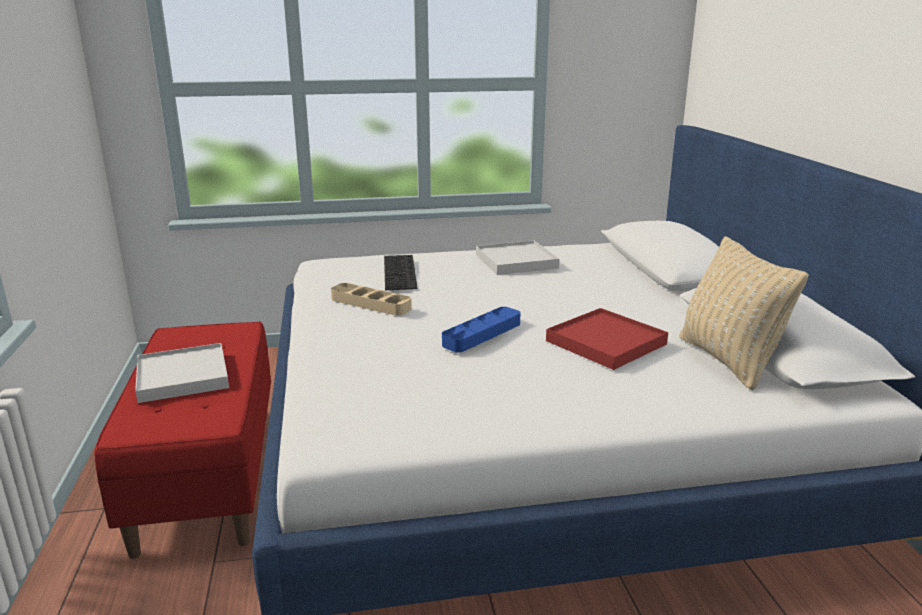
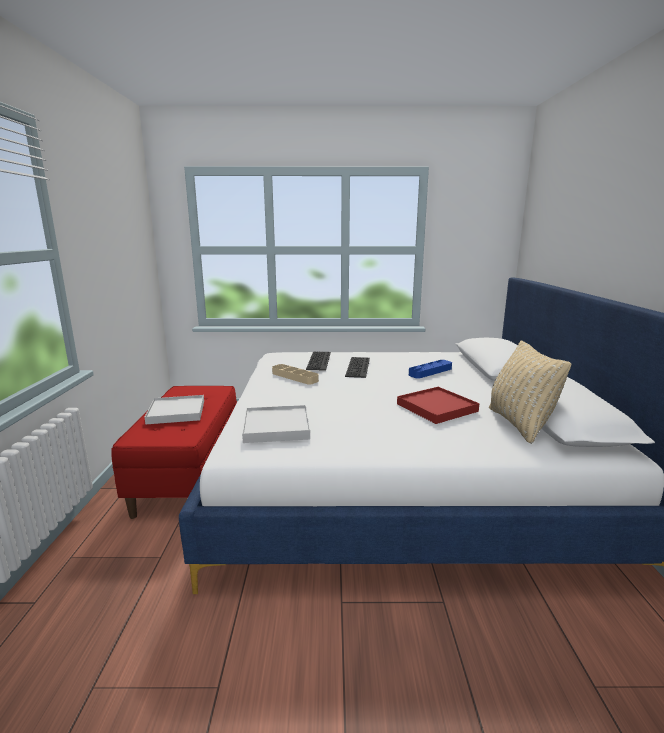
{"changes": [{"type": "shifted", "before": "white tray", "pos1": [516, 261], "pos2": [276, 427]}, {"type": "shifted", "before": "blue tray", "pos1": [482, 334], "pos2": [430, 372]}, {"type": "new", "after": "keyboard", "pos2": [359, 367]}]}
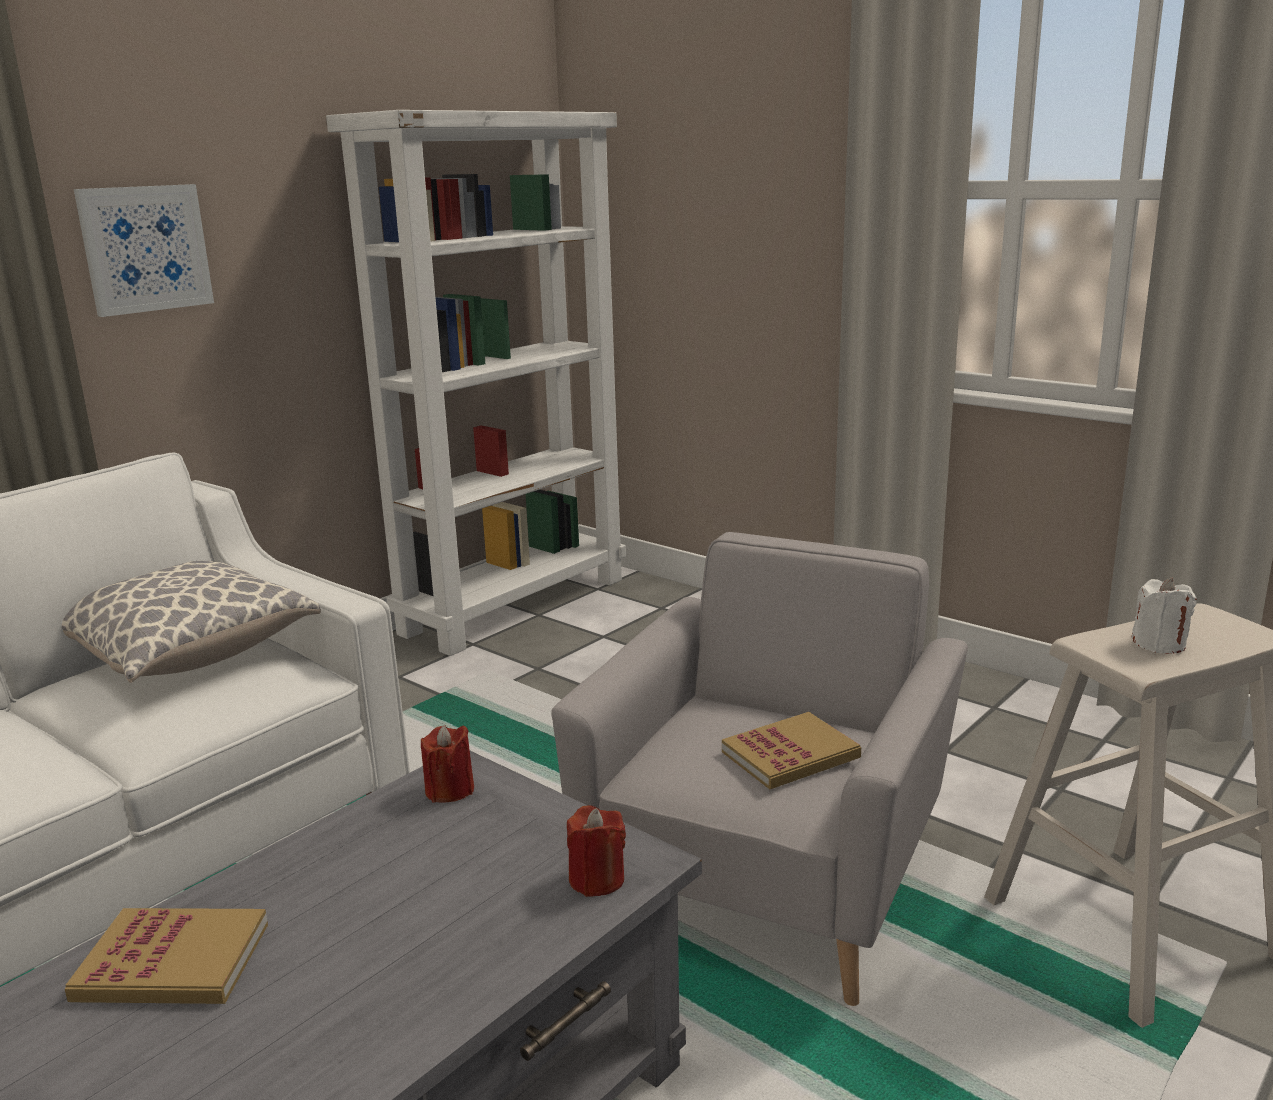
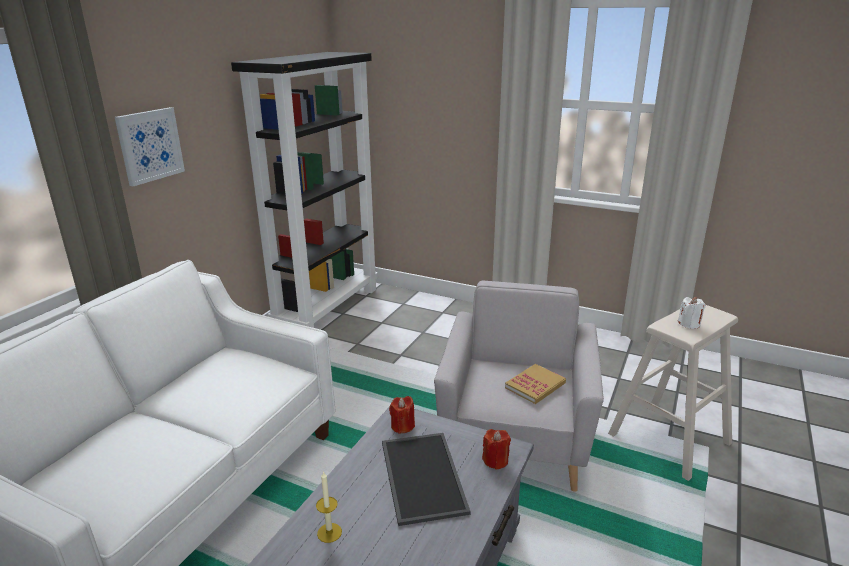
{"changes": [{"type": "repainted", "before": "white bookcase", "after": "black bookcase", "pos1": [515, 605], "pos2": [327, 309]}, {"type": "gone", "before": "pillow", "pos1": [191, 655]}, {"type": "swapped", "before": "book", "after": "candle", "pos1": [172, 962], "pos2": [329, 532]}, {"type": "new", "after": "tray", "pos2": [420, 476]}]}
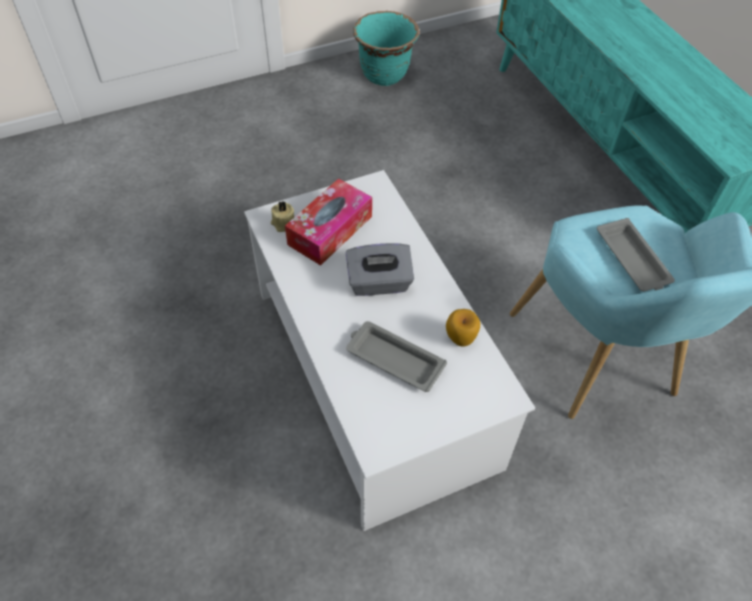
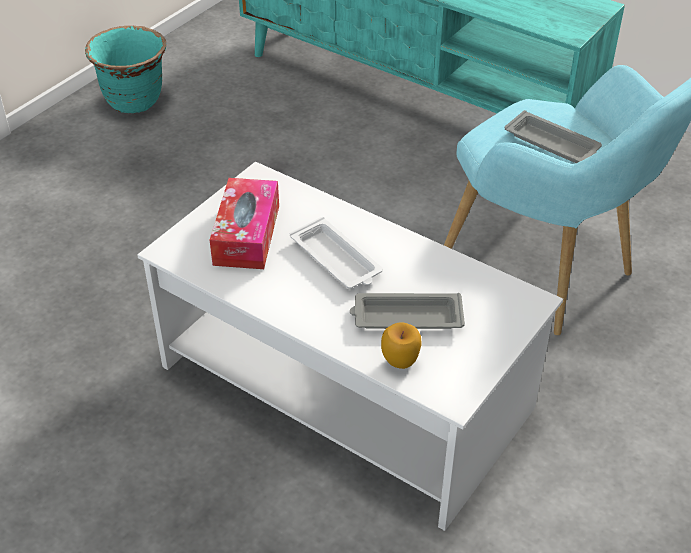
{"changes": [{"type": "gone", "before": "beige candle", "pos1": [283, 223]}, {"type": "swapped", "before": "grey tissue box", "after": "white tray", "pos1": [379, 283], "pos2": [337, 260]}, {"type": "shifted", "before": "apple", "pos1": [460, 339], "pos2": [400, 362]}]}
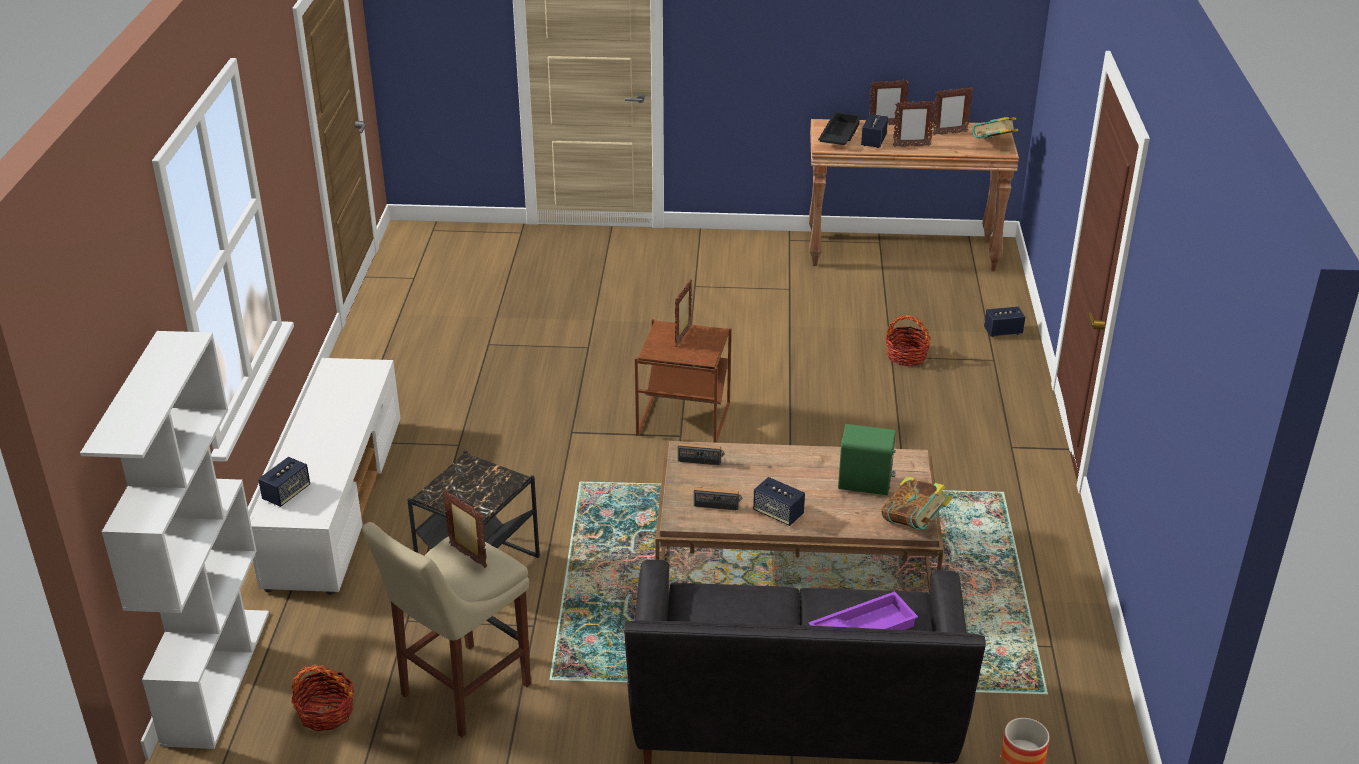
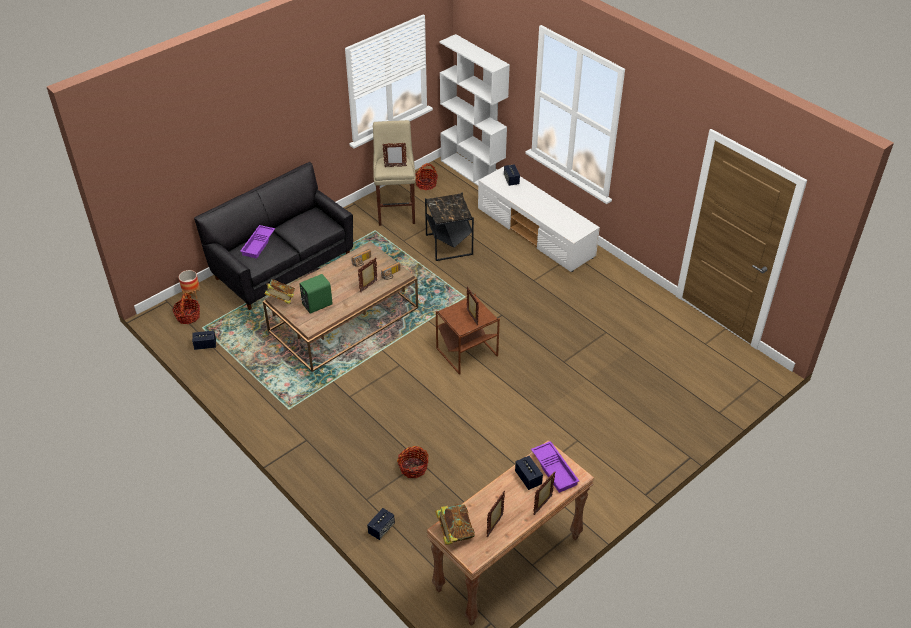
{"changes": [{"type": "shifted", "before": "picture frame", "pos1": [911, 146], "pos2": [369, 286]}, {"type": "repainted", "before": "black tray", "after": "purple tray", "pos1": [838, 135], "pos2": [555, 469]}, {"type": "shifted", "before": "speaker", "pos1": [778, 513], "pos2": [205, 345]}, {"type": "new", "after": "basket", "pos2": [188, 316]}]}
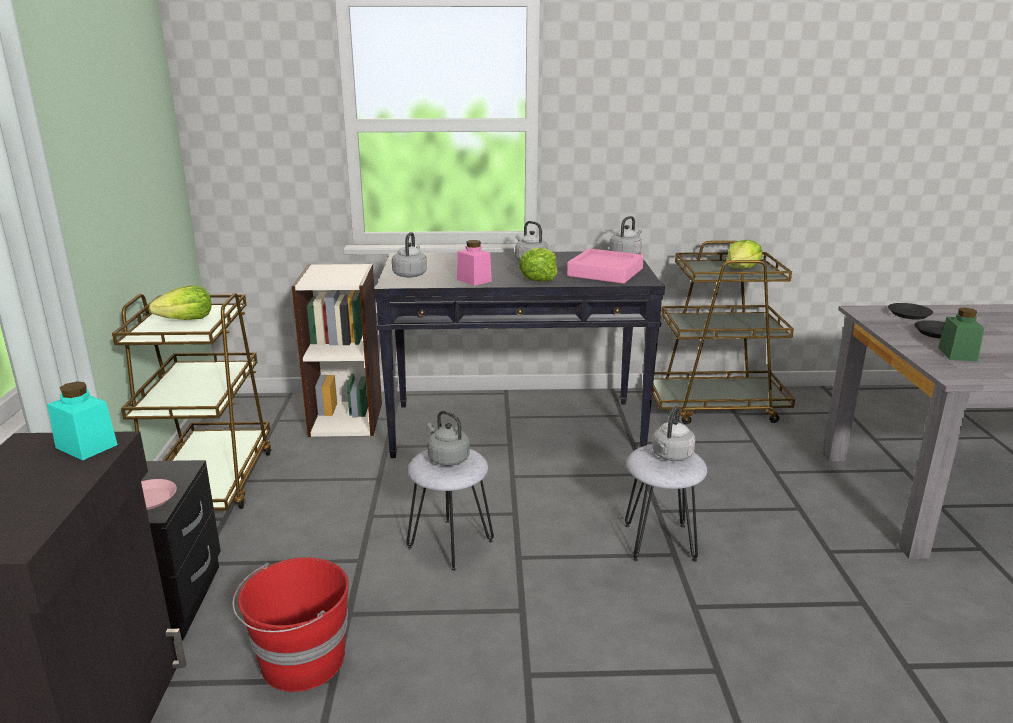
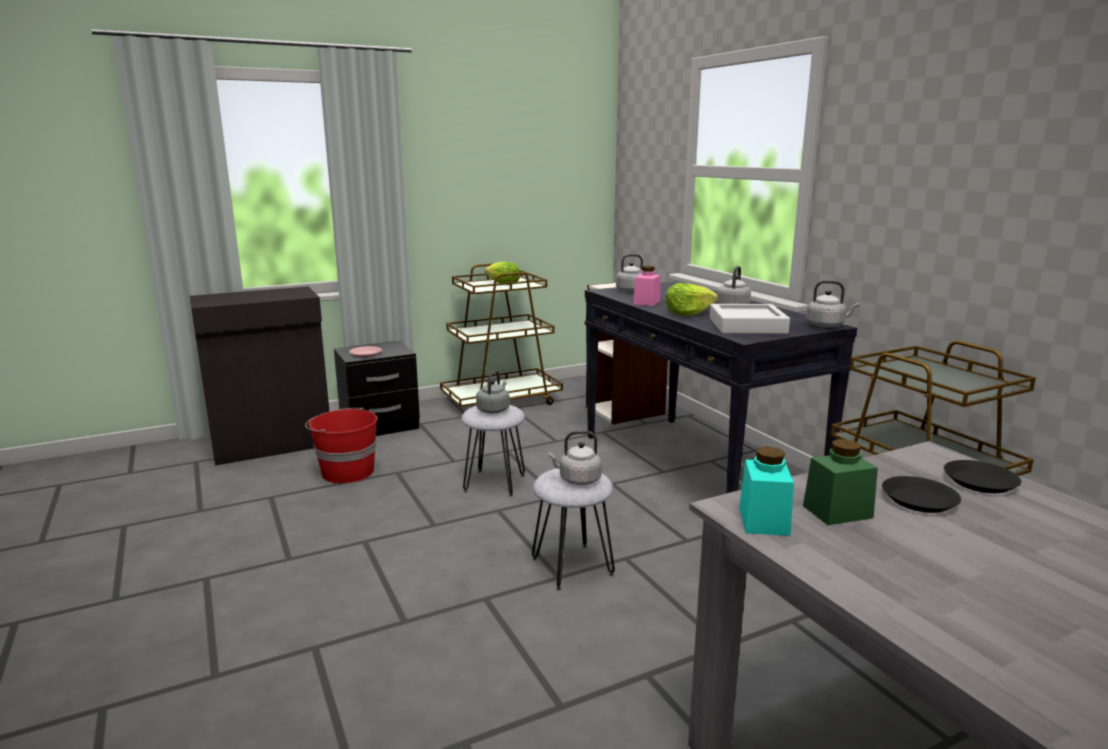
{"changes": [{"type": "gone", "before": "lettuce", "pos1": [741, 269]}, {"type": "repainted", "before": "pink tray", "after": "grey tray", "pos1": [605, 272], "pos2": [747, 326]}, {"type": "shifted", "before": "turquoise jar", "pos1": [86, 446], "pos2": [763, 521]}]}
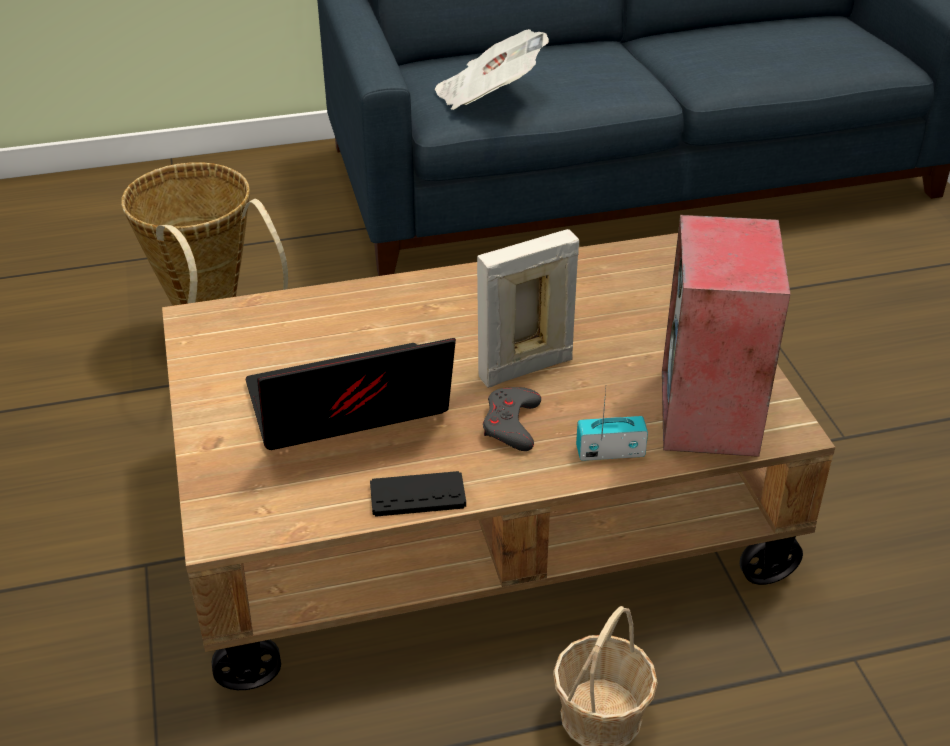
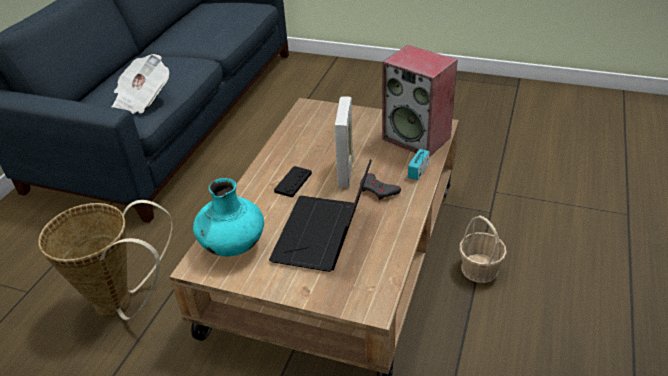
{"changes": [{"type": "shifted", "before": "black game controller", "pos1": [417, 495], "pos2": [293, 182]}, {"type": "new", "after": "turquoise vase", "pos2": [232, 245]}]}
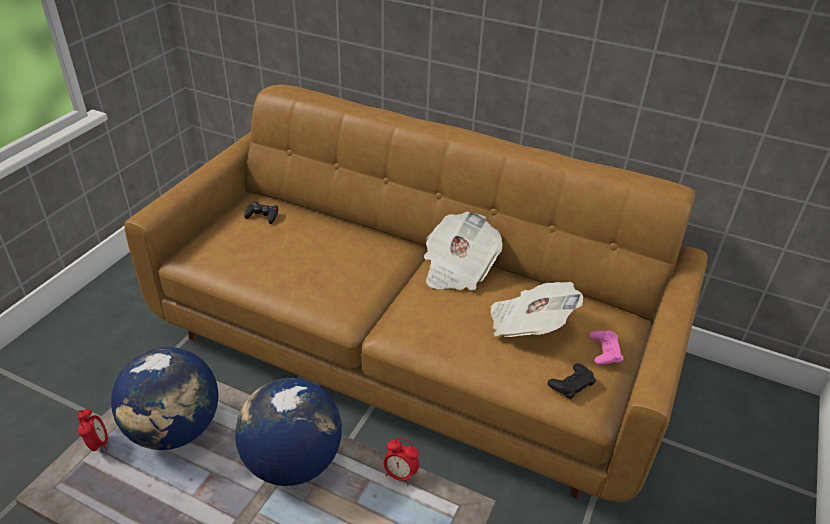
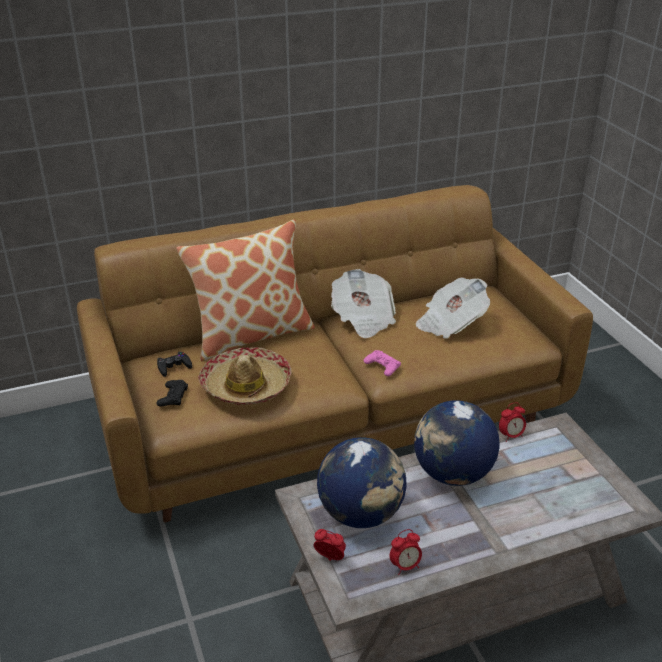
{"changes": [{"type": "shifted", "before": "pink game controller", "pos1": [605, 351], "pos2": [382, 366]}, {"type": "shifted", "before": "black game controller", "pos1": [571, 384], "pos2": [173, 397]}, {"type": "new", "after": "pillow", "pos2": [251, 334]}, {"type": "new", "after": "hat", "pos2": [246, 386]}, {"type": "new", "after": "alarm clock", "pos2": [405, 566]}]}
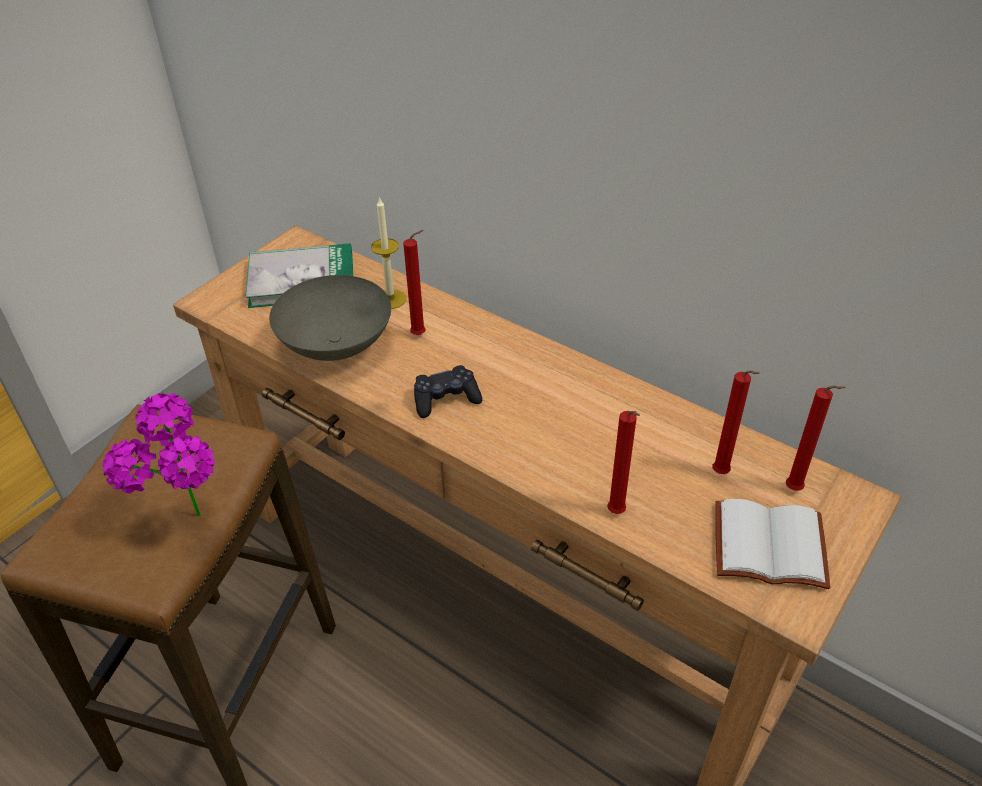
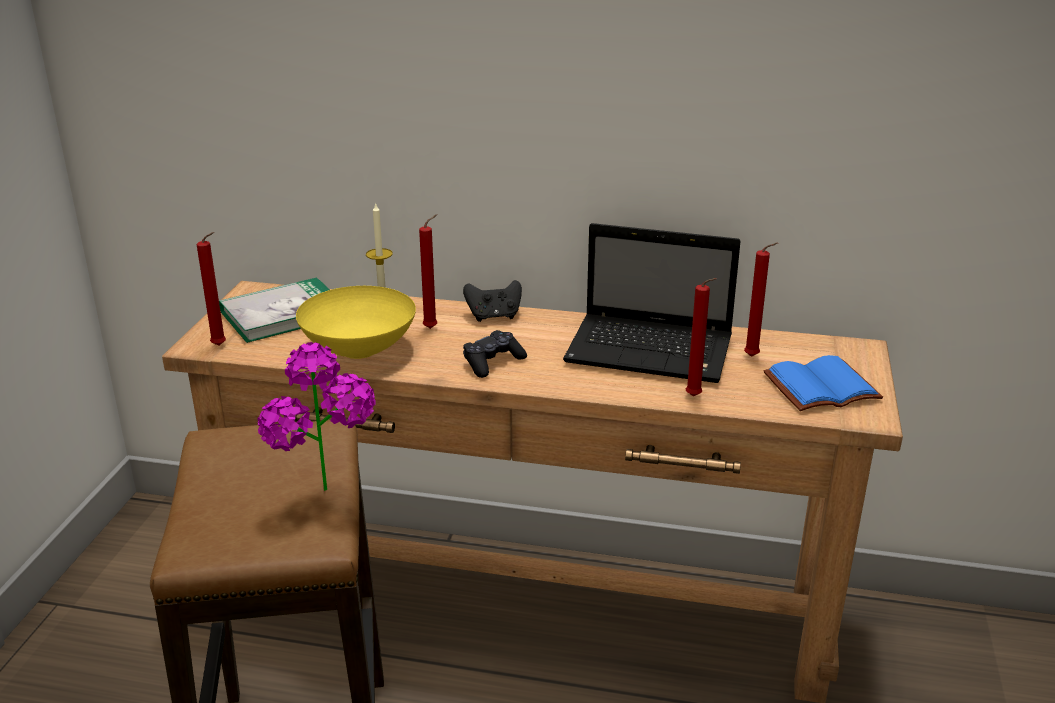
{"changes": [{"type": "repainted", "before": "grey bowl", "after": "yellow bowl", "pos1": [335, 345], "pos2": [358, 350]}, {"type": "shifted", "before": "red candle", "pos1": [796, 490], "pos2": [221, 346]}, {"type": "repainted", "before": "white book", "after": "blue book", "pos1": [767, 548], "pos2": [821, 389]}, {"type": "new", "after": "laptop", "pos2": [653, 351]}, {"type": "new", "after": "black game controller", "pos2": [494, 316]}]}
